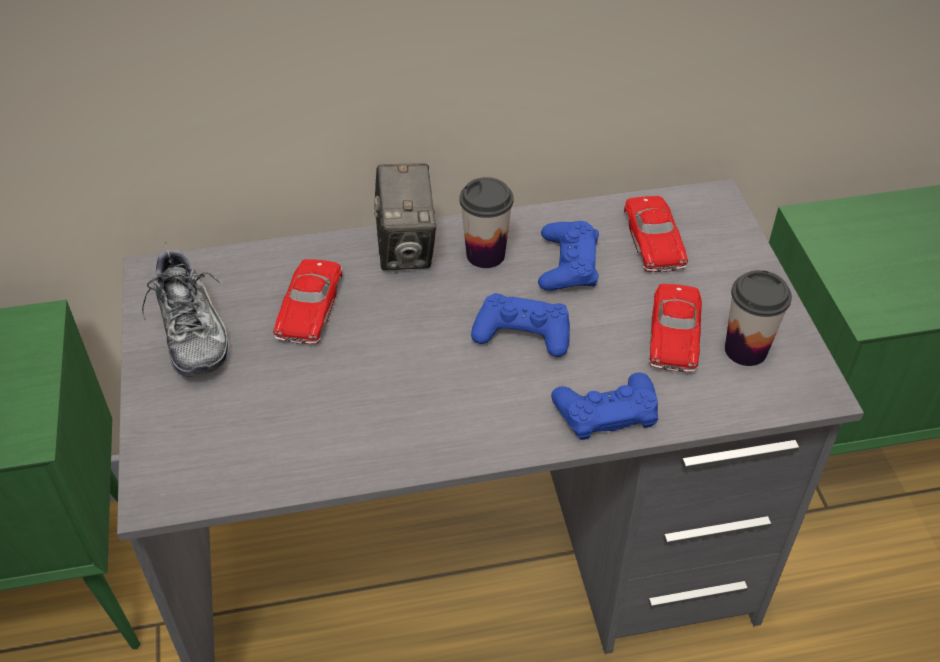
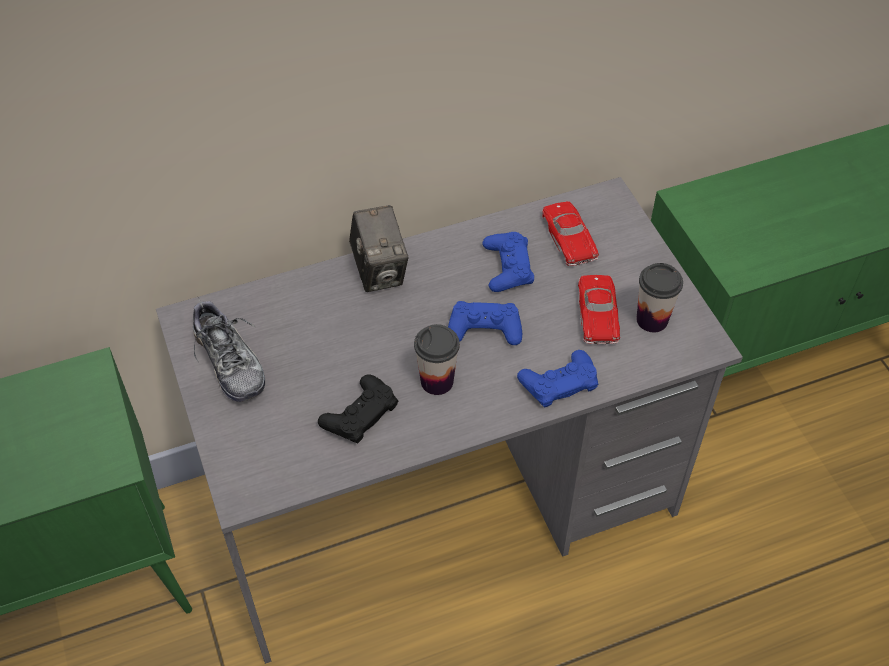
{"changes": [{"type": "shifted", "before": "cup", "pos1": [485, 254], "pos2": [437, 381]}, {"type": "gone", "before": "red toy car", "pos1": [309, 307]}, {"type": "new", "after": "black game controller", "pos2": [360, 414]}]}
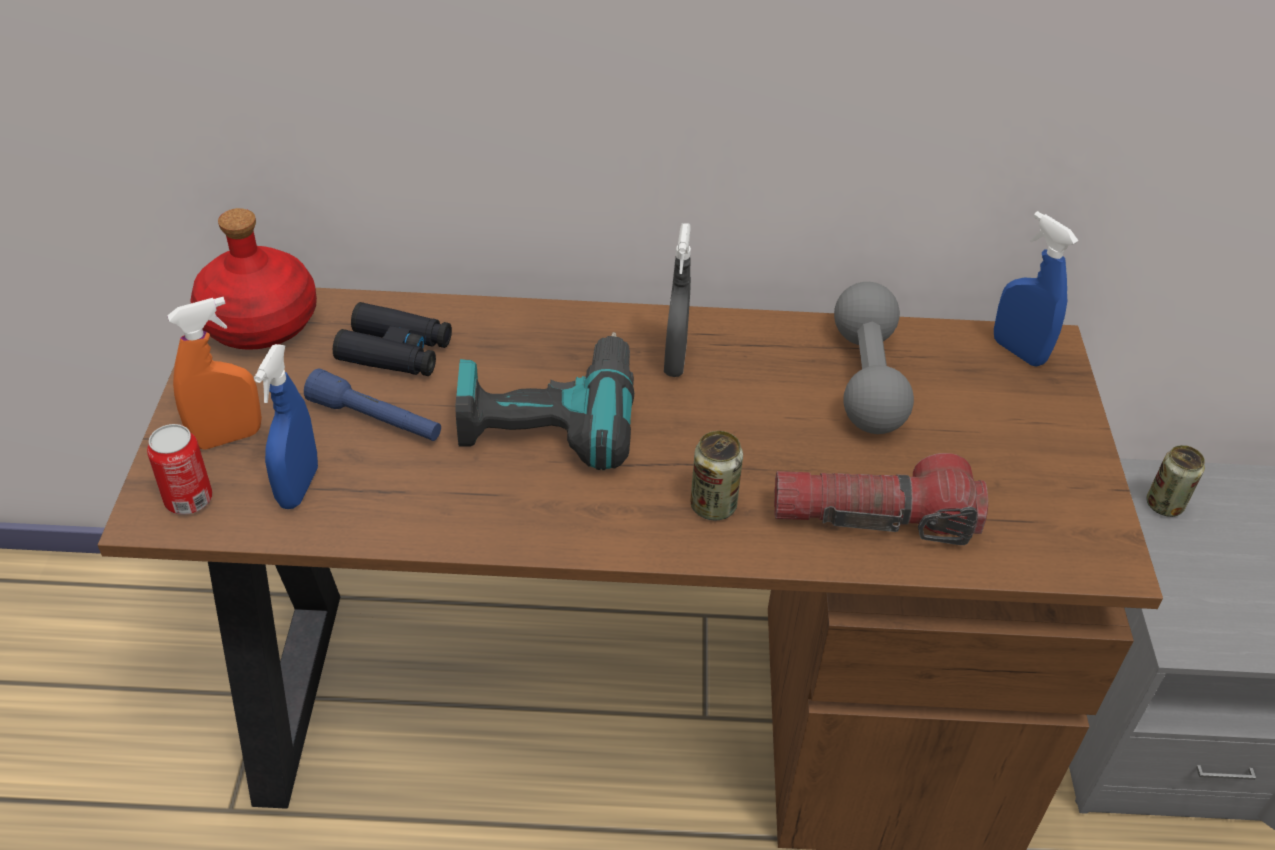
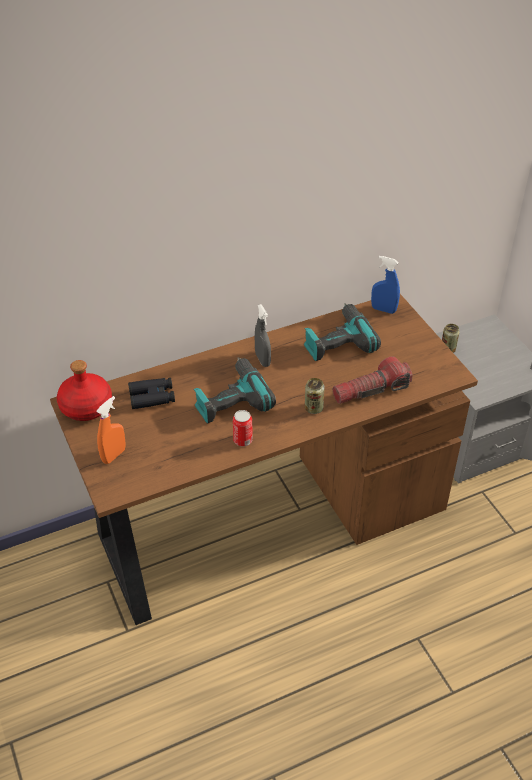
{"changes": [{"type": "swapped", "before": "grey dumbbell", "after": "power drill", "pos1": [867, 379], "pos2": [337, 340]}, {"type": "gone", "before": "blue spray bottle", "pos1": [298, 487]}, {"type": "gone", "before": "blue flashlight", "pos1": [376, 420]}, {"type": "shifted", "before": "can", "pos1": [189, 500], "pos2": [243, 440]}]}
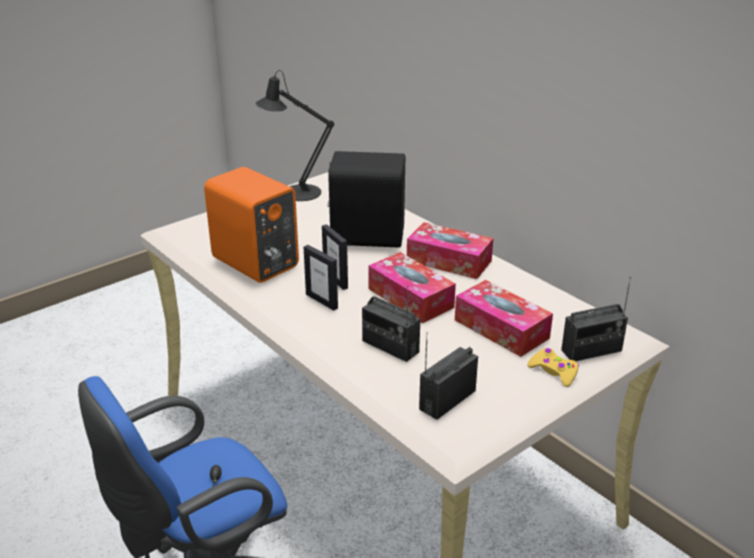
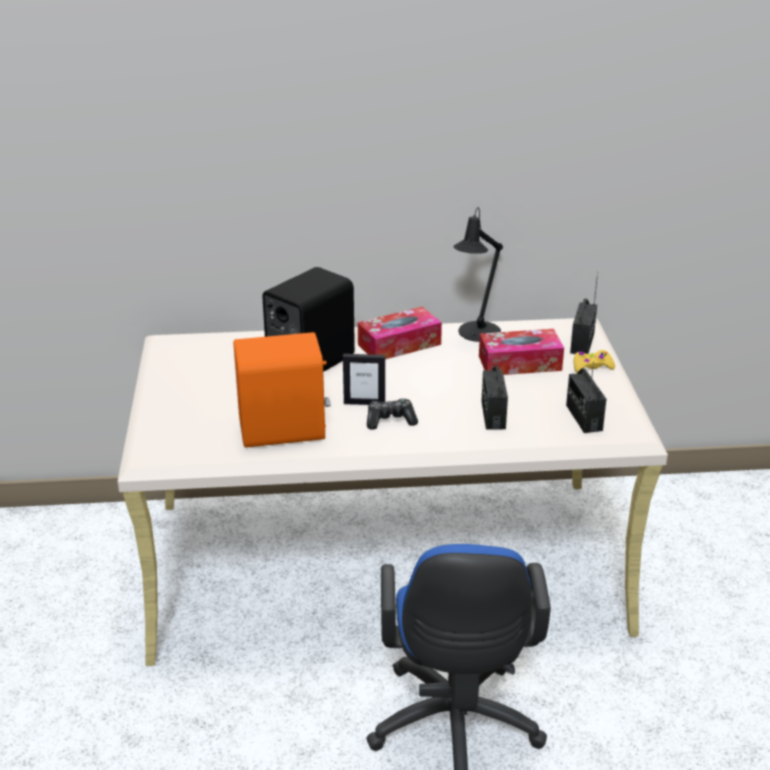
{"changes": [{"type": "shifted", "before": "black table lamp", "pos1": [296, 193], "pos2": [476, 334]}, {"type": "swapped", "before": "picture frame", "after": "game controller", "pos1": [322, 301], "pos2": [390, 420]}, {"type": "gone", "before": "tissue box", "pos1": [410, 298]}, {"type": "rotated", "before": "radio", "pos1": [390, 346], "pos2": [493, 415], "turn": 105}]}
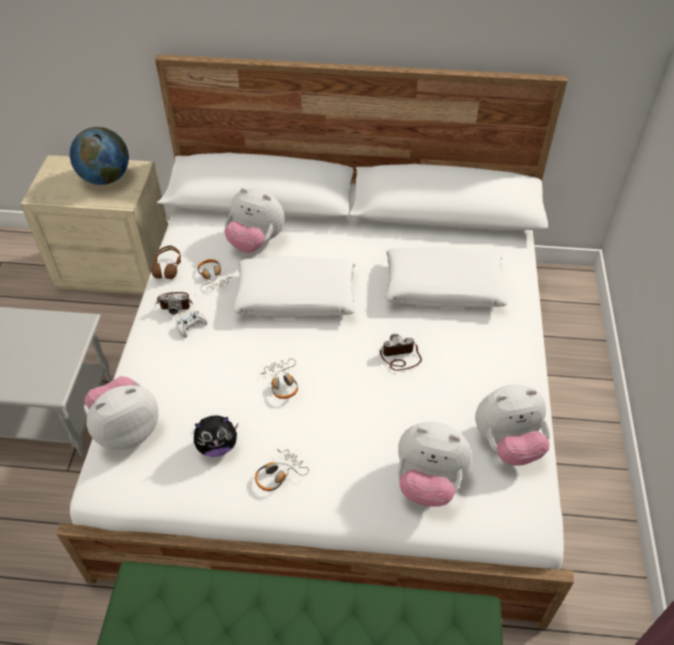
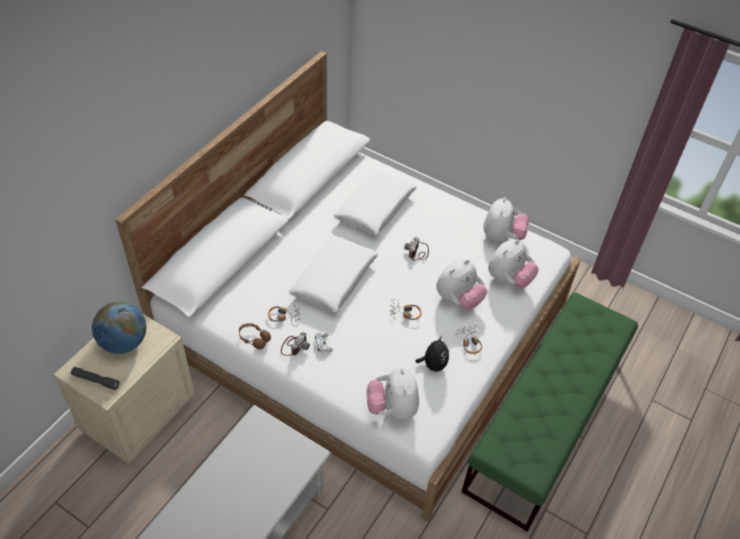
{"changes": [{"type": "shifted", "before": "plush toy", "pos1": [255, 242], "pos2": [458, 299]}, {"type": "new", "after": "grey flashlight", "pos2": [96, 380]}]}
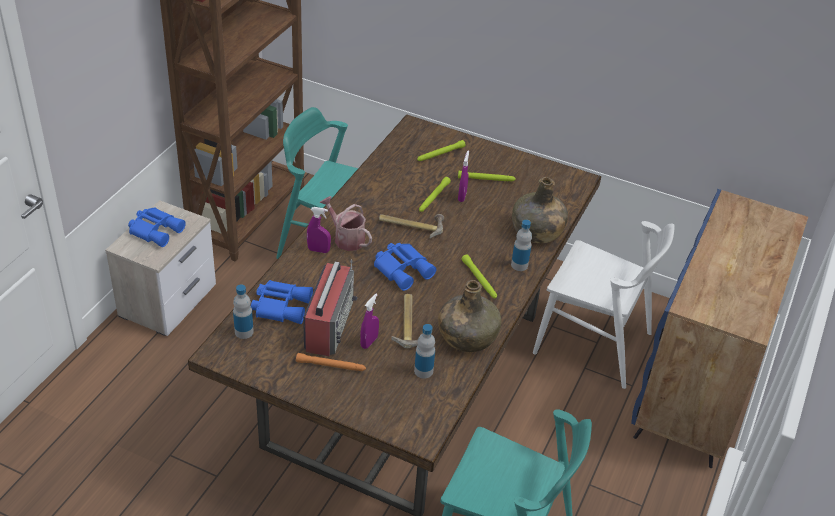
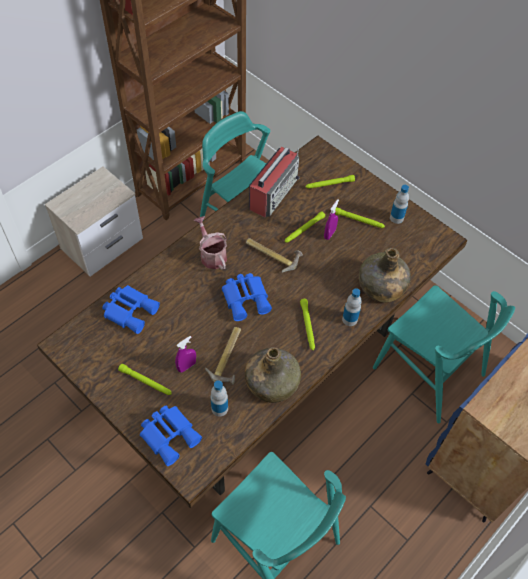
{"changes": [{"type": "shifted", "before": "blue binoculars", "pos1": [156, 230], "pos2": [170, 434]}, {"type": "gone", "before": "purple spray bottle", "pos1": [318, 250]}, {"type": "repainted", "before": "white chair", "after": "turquoise chair", "pos1": [593, 343], "pos2": [429, 372]}, {"type": "shifted", "before": "radio", "pos1": [329, 325], "pos2": [274, 193]}, {"type": "shifted", "before": "bottle", "pos1": [244, 332], "pos2": [396, 218]}, {"type": "repainted", "before": "orange flashlight", "after": "green flashlight", "pos1": [331, 366], "pos2": [146, 382]}]}
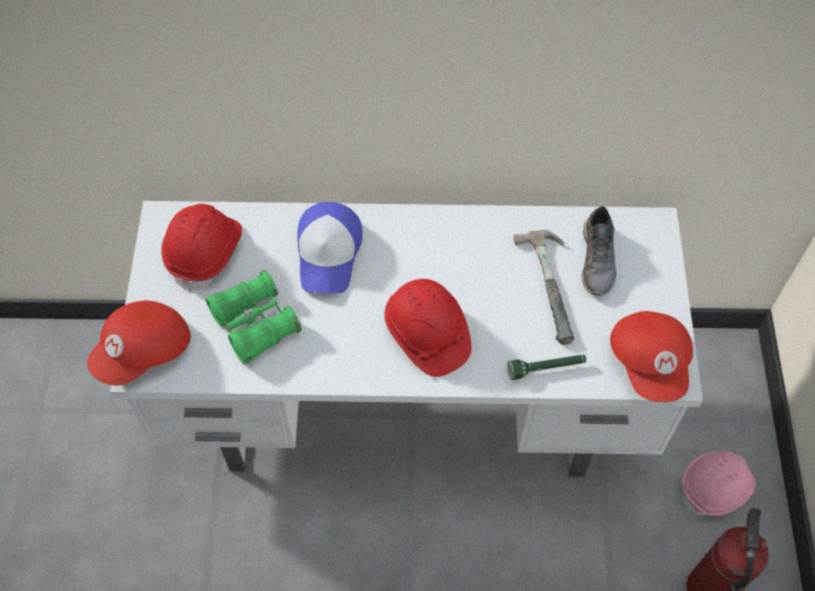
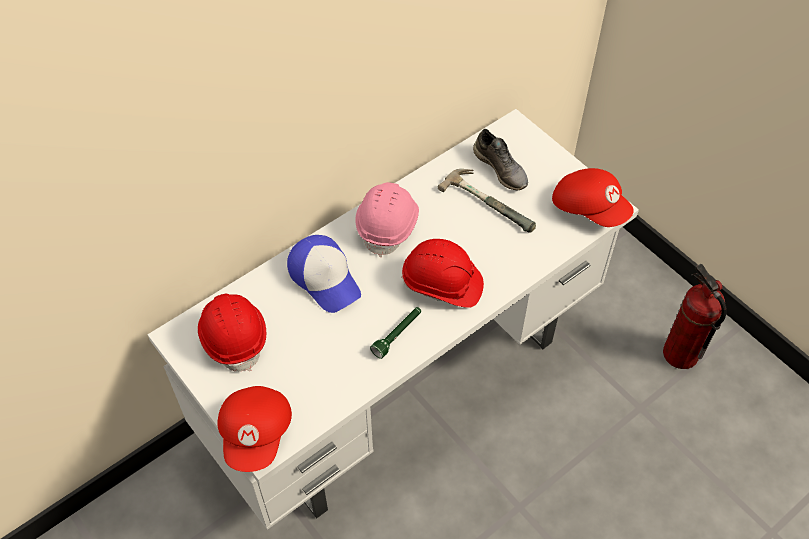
{"changes": [{"type": "gone", "before": "green binoculars", "pos1": [255, 324]}, {"type": "shifted", "before": "green flashlight", "pos1": [546, 368], "pos2": [397, 335]}, {"type": "shifted", "before": "pink hard hat", "pos1": [716, 487], "pos2": [388, 225]}]}
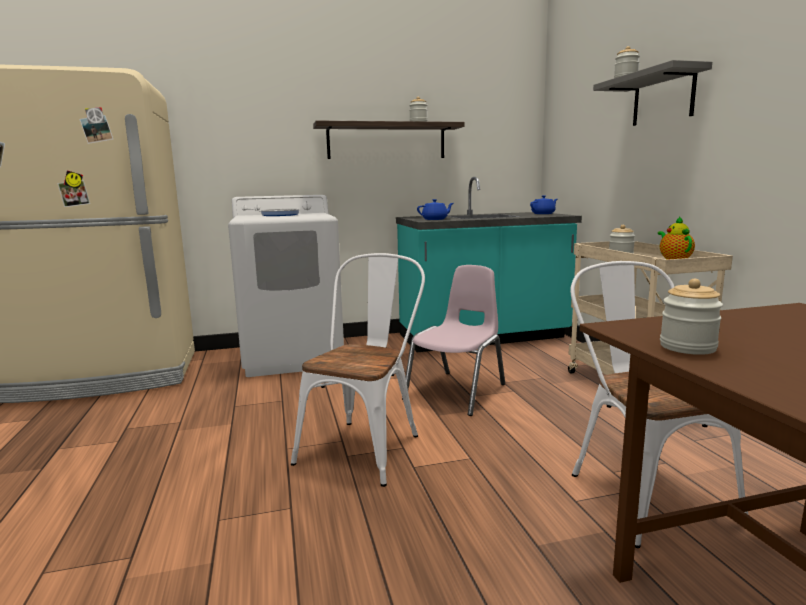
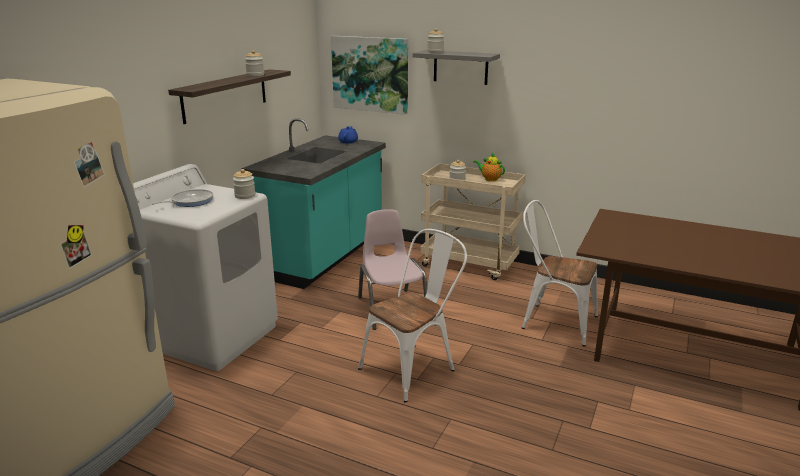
{"changes": [{"type": "gone", "before": "blue teapot", "pos1": [435, 219]}, {"type": "rotated", "before": "white chair", "pos1": [366, 445], "pos2": [414, 367], "turn": 75}, {"type": "shifted", "before": "jar", "pos1": [687, 347], "pos2": [245, 196]}, {"type": "new", "after": "picture", "pos2": [370, 74]}]}
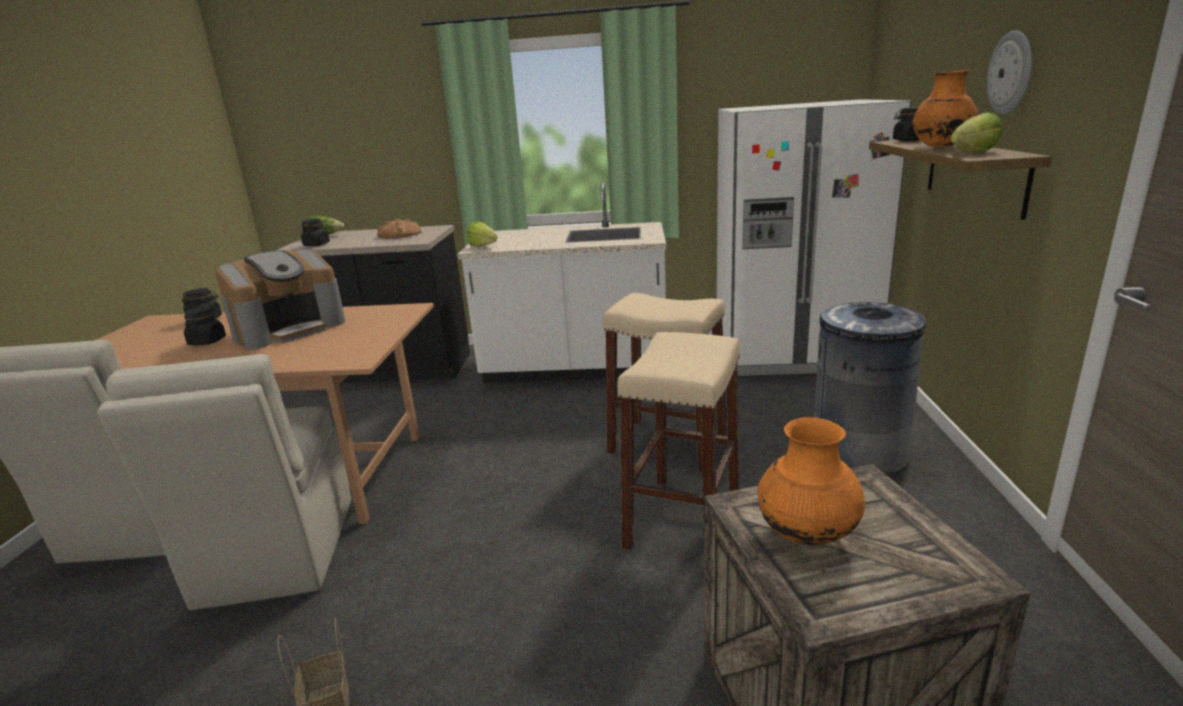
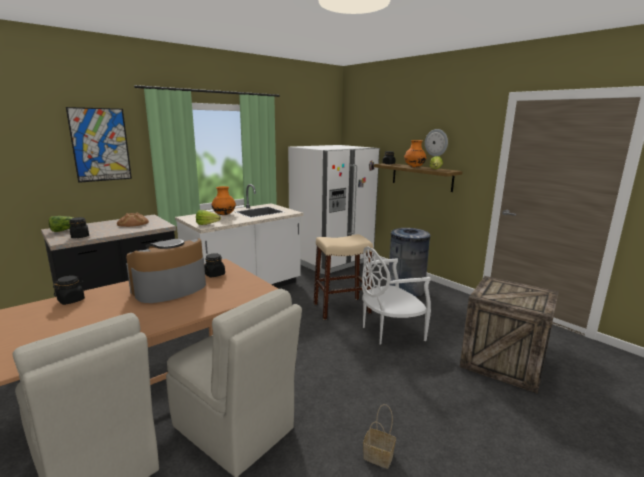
{"changes": [{"type": "rotated", "before": "coffee machine", "pos1": [290, 329], "pos2": [170, 289], "turn": -135}, {"type": "shifted", "before": "black jar", "pos1": [207, 341], "pos2": [214, 274]}, {"type": "swapped", "before": "beige stool", "after": "white chair", "pos1": [683, 519], "pos2": [389, 331]}, {"type": "shifted", "before": "orange vase", "pos1": [807, 535], "pos2": [224, 215]}, {"type": "new", "after": "picture", "pos2": [100, 145]}]}
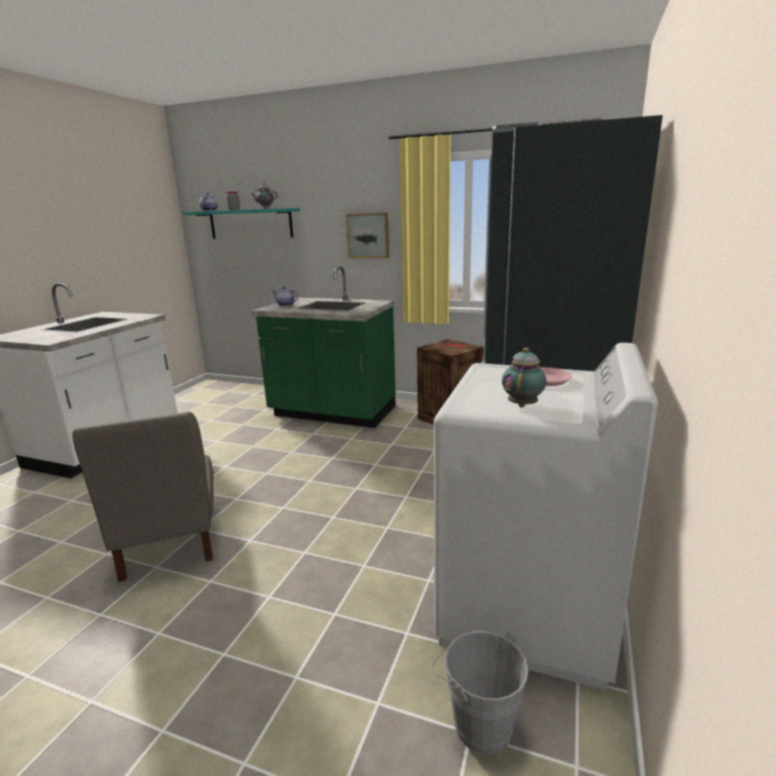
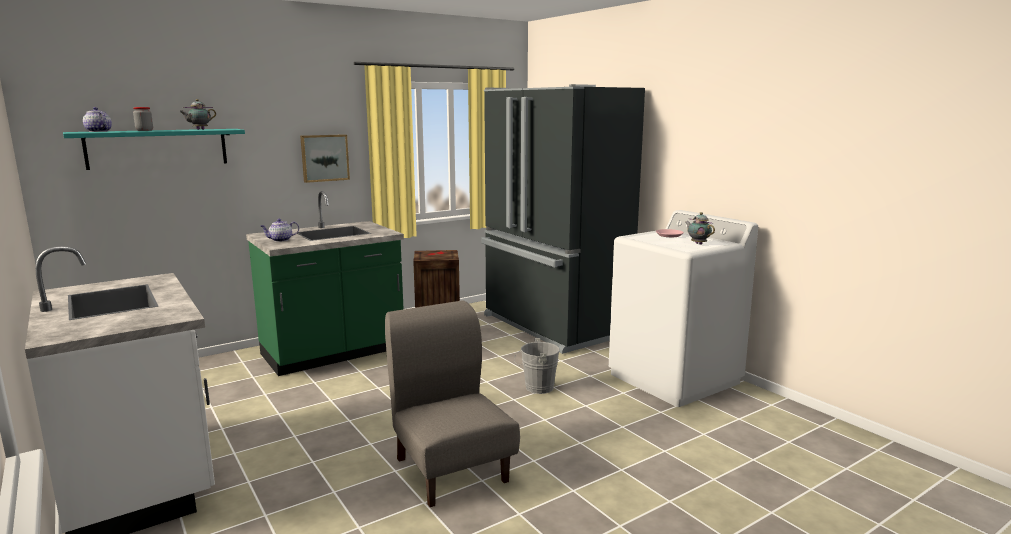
{"changes": [{"type": "rotated", "before": "grey chair", "pos1": [169, 542], "pos2": [451, 469], "turn": -135}, {"type": "shifted", "before": "grey bucket", "pos1": [477, 721], "pos2": [536, 387]}]}
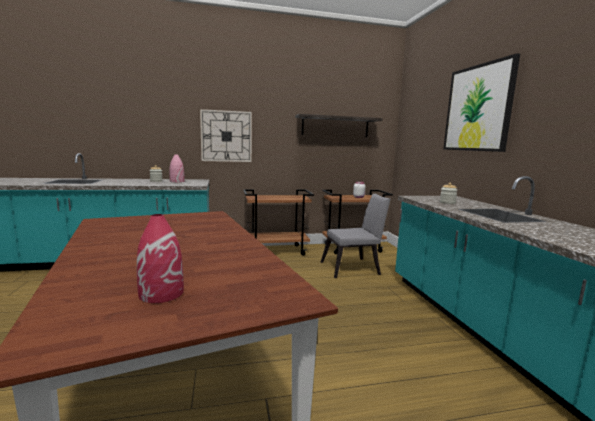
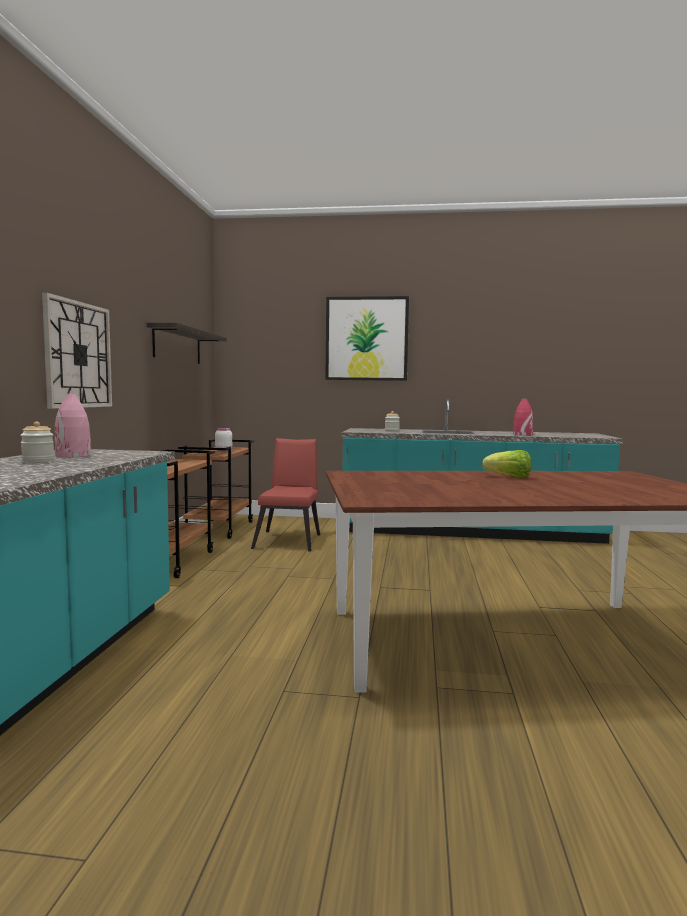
{"changes": [{"type": "repainted", "before": "grey chair", "after": "red chair", "pos1": [353, 268], "pos2": [289, 540]}, {"type": "shifted", "before": "red vase", "pos1": [161, 293], "pos2": [522, 435]}, {"type": "new", "after": "lettuce", "pos2": [509, 477]}]}
